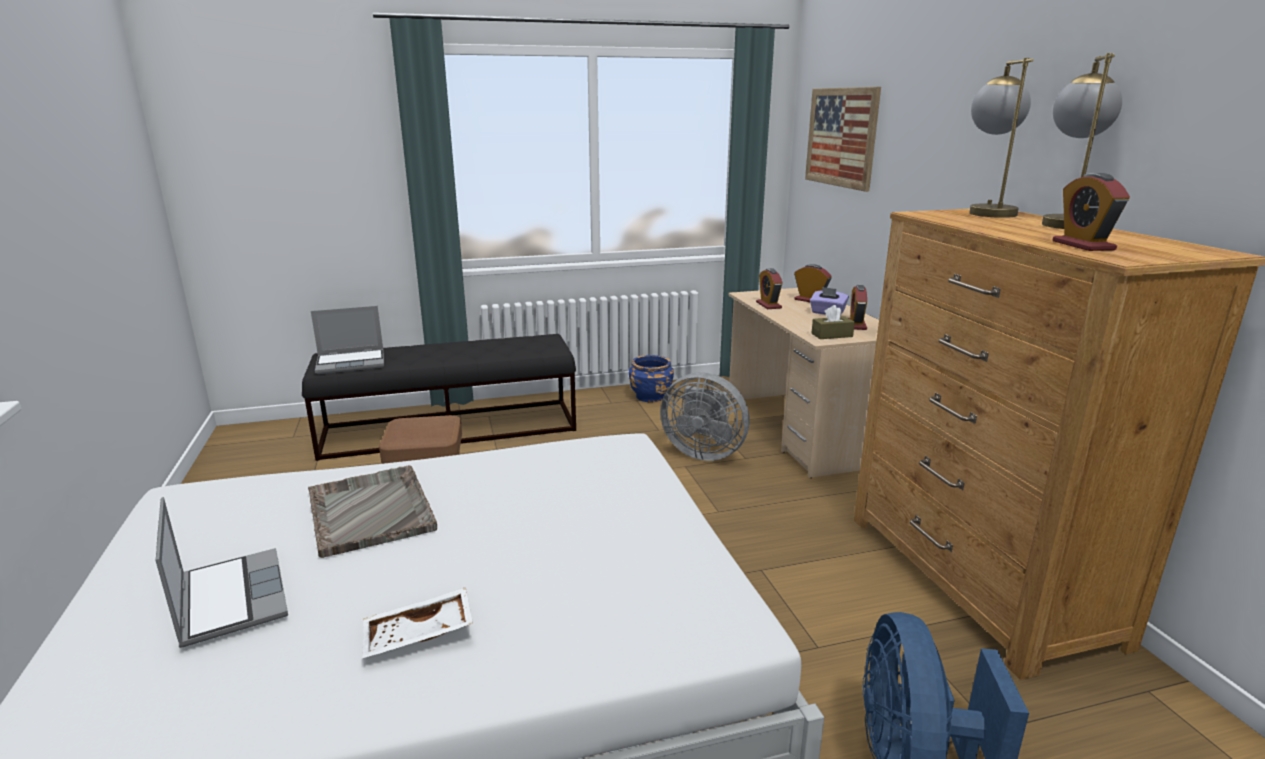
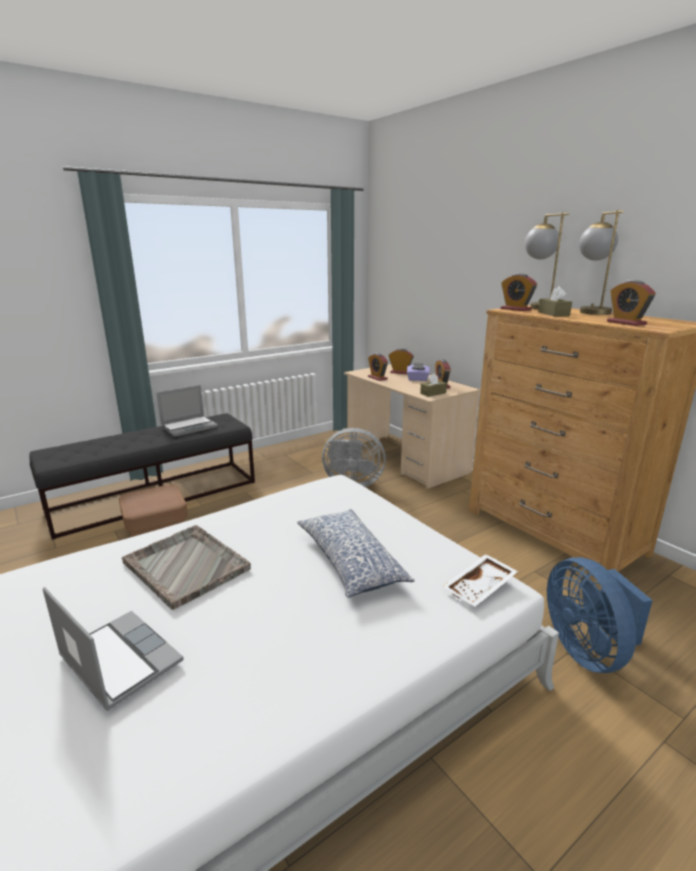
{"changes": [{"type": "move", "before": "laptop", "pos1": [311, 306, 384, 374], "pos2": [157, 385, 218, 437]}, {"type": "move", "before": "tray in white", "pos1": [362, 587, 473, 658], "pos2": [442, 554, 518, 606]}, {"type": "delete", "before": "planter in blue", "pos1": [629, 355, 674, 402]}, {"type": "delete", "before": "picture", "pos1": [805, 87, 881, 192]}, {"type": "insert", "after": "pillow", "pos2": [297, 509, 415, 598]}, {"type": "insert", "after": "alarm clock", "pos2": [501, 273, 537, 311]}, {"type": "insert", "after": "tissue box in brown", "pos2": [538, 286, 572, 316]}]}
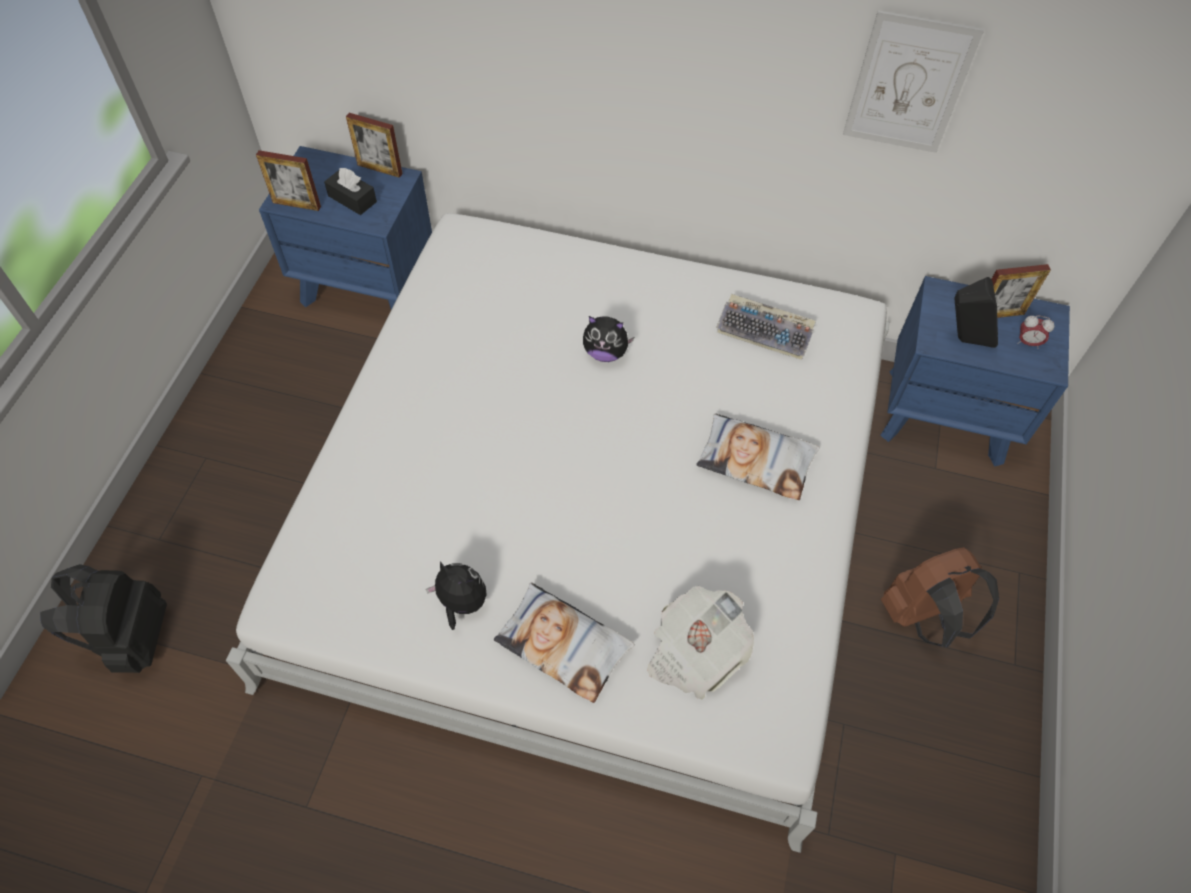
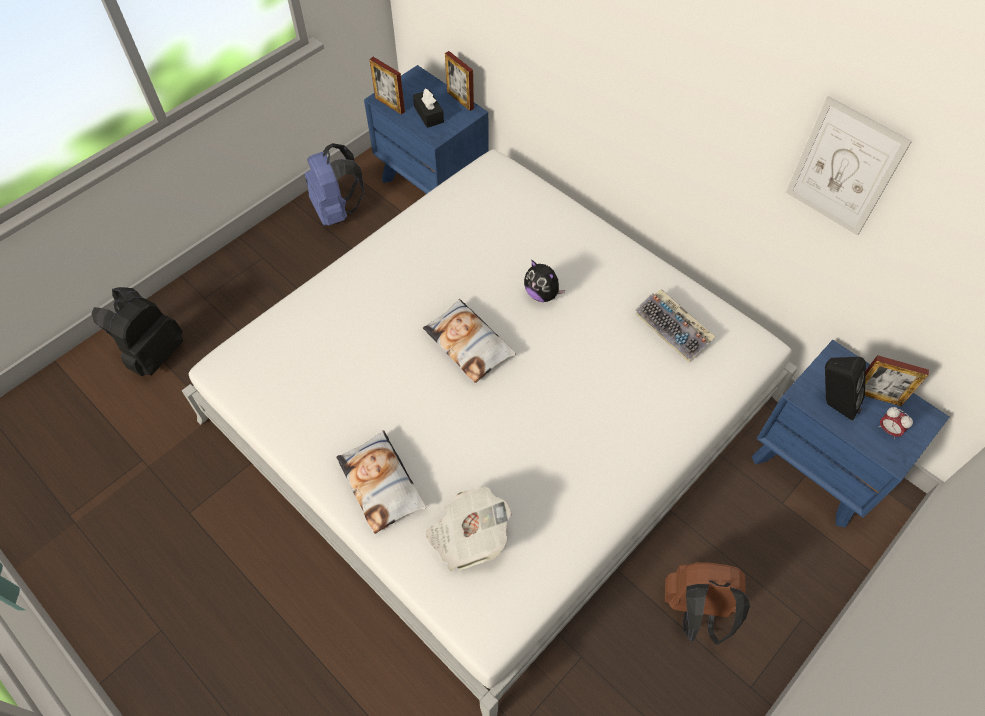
{"changes": [{"type": "delete", "before": "plush toy", "pos1": [426, 561, 487, 630]}, {"type": "move", "before": "pillow", "pos1": [696, 413, 820, 500], "pos2": [423, 299, 516, 383]}, {"type": "insert", "after": "backpack in blue", "pos2": [305, 143, 364, 226]}]}
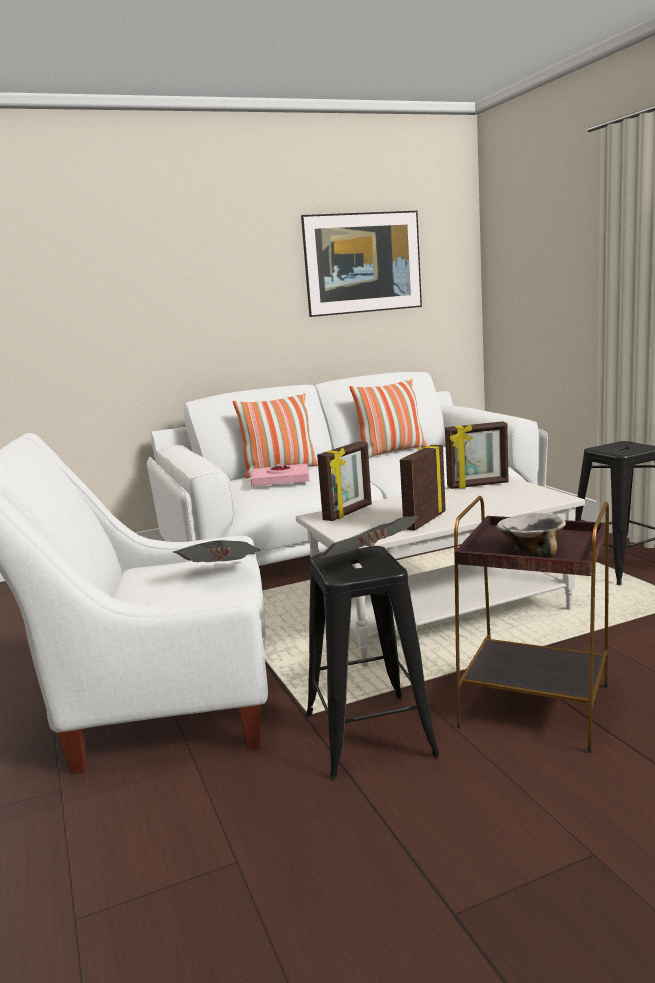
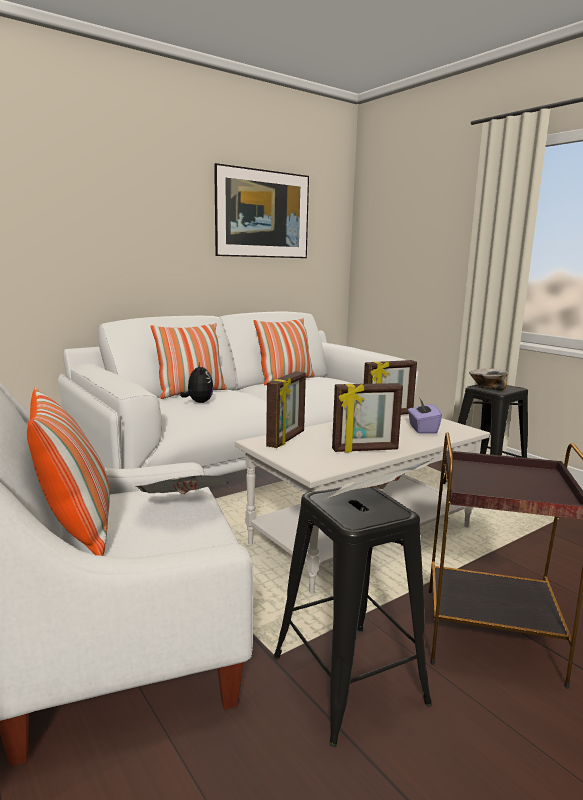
{"changes": [{"type": "replace", "before": "book in pink", "after": "plush toy", "pos1": [251, 464, 310, 486], "pos2": [180, 363, 213, 403]}, {"type": "rotate", "before": "picture frame", "pos1": [400, 445, 446, 531], "pos2": [332, 383, 403, 453], "turn": -120}, {"type": "move", "before": "bowl", "pos1": [496, 513, 566, 558], "pos2": [469, 368, 509, 391]}, {"type": "insert", "after": "pillow", "pos2": [27, 387, 110, 556]}, {"type": "insert", "after": "tissue box in purple", "pos2": [408, 397, 442, 434]}]}
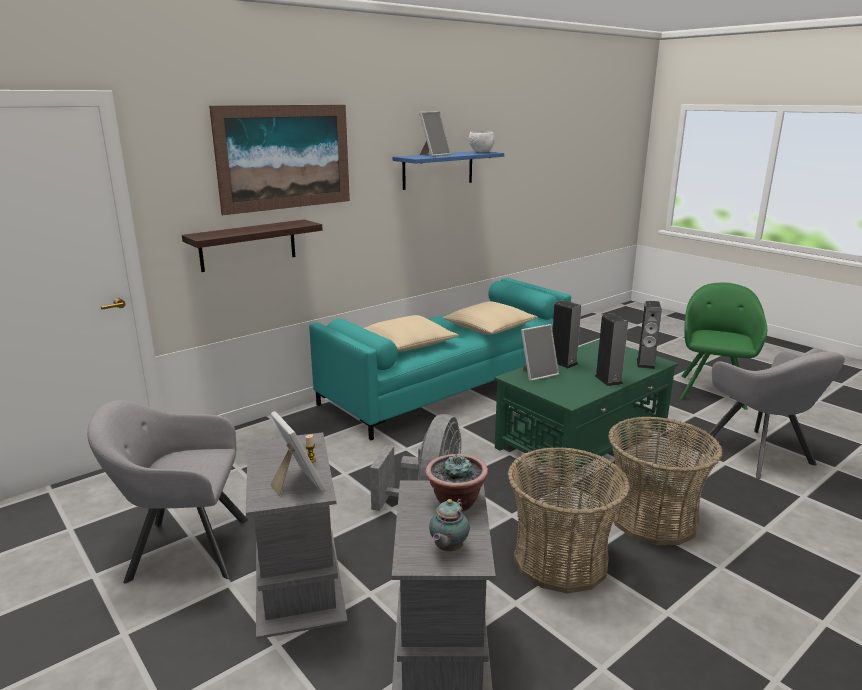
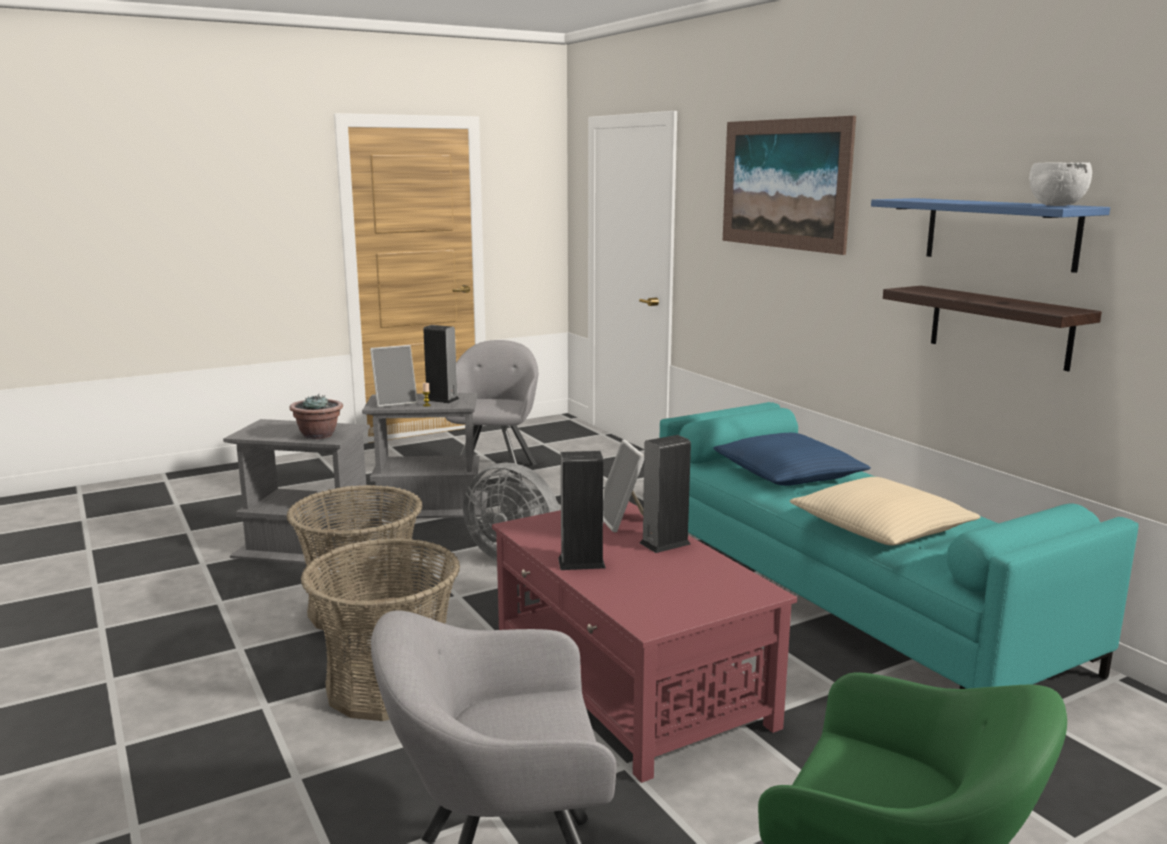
{"changes": [{"type": "move", "before": "shelf", "pos1": [182, 220, 323, 272], "pos2": [883, 286, 1102, 371]}, {"type": "recolor", "before": "pillow in beige", "after": "pillow in blue", "pos1": [364, 315, 459, 352], "pos2": [713, 433, 871, 486]}, {"type": "delete", "before": "picture frame", "pos1": [419, 111, 451, 157]}, {"type": "delete", "before": "teapot", "pos1": [429, 498, 470, 551]}, {"type": "recolor", "before": "coffee table in green", "after": "coffee table in red", "pos1": [495, 339, 678, 486], "pos2": [492, 502, 797, 783]}, {"type": "move", "before": "speaker", "pos1": [637, 301, 662, 369], "pos2": [423, 325, 459, 403]}]}
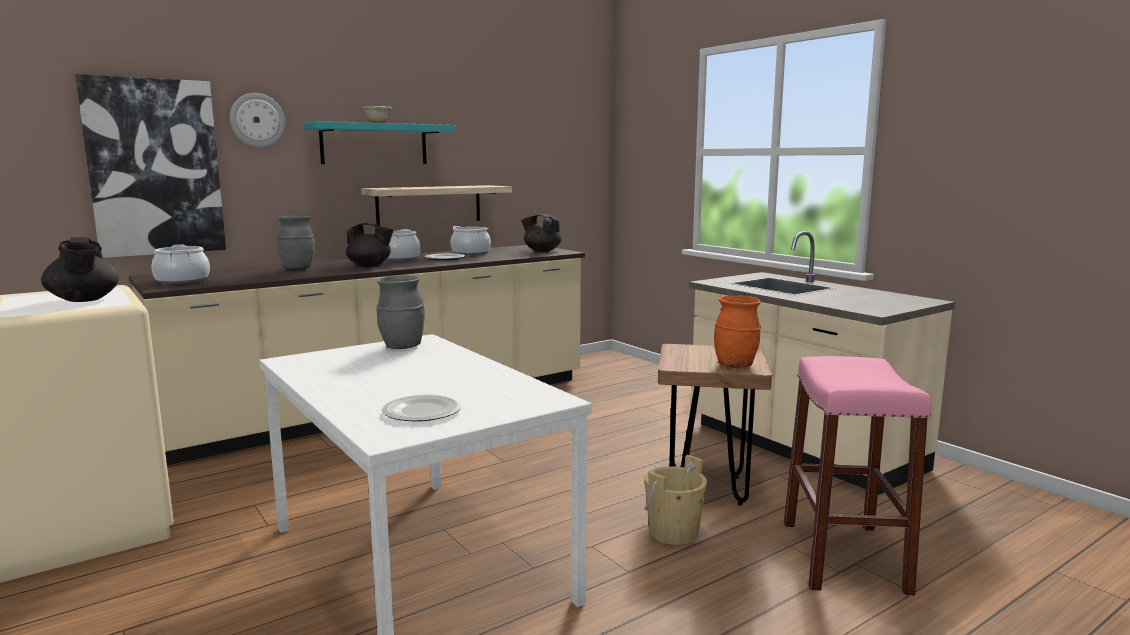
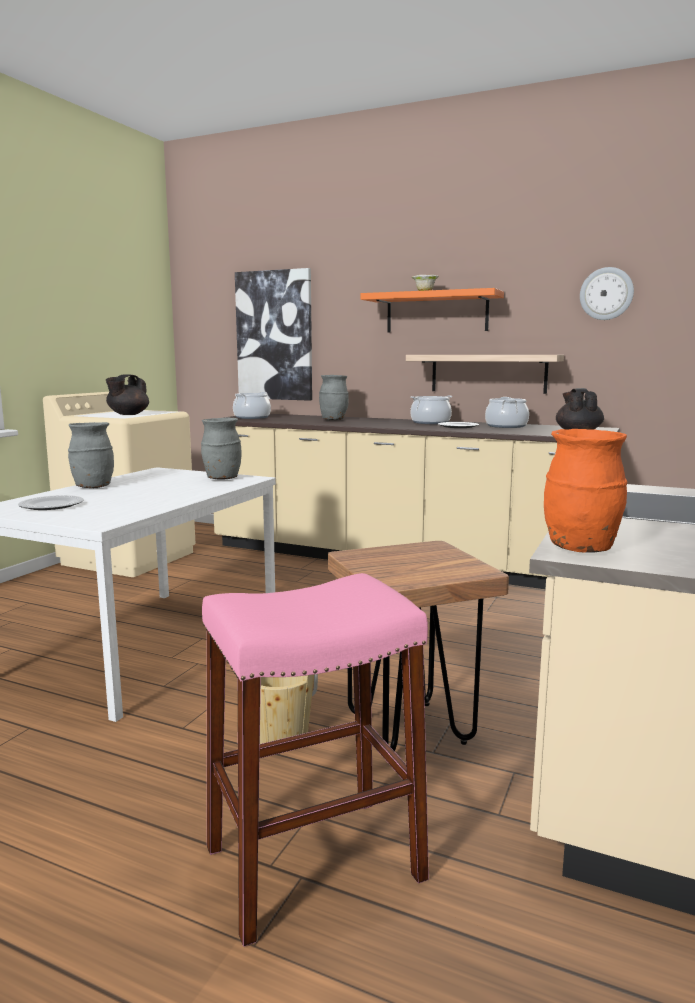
{"changes": [{"type": "move", "before": "wall clock", "pos1": [230, 93, 285, 147], "pos2": [580, 267, 634, 320]}, {"type": "recolor", "before": "shelf in turquoise", "after": "shelf in orange", "pos1": [303, 121, 456, 164], "pos2": [361, 288, 504, 332]}, {"type": "delete", "before": "teapot in black", "pos1": [346, 223, 394, 267]}, {"type": "move", "before": "vase in orange", "pos1": [714, 296, 761, 368], "pos2": [544, 429, 627, 553]}, {"type": "insert", "after": "vase in grey", "pos2": [68, 422, 114, 488]}]}
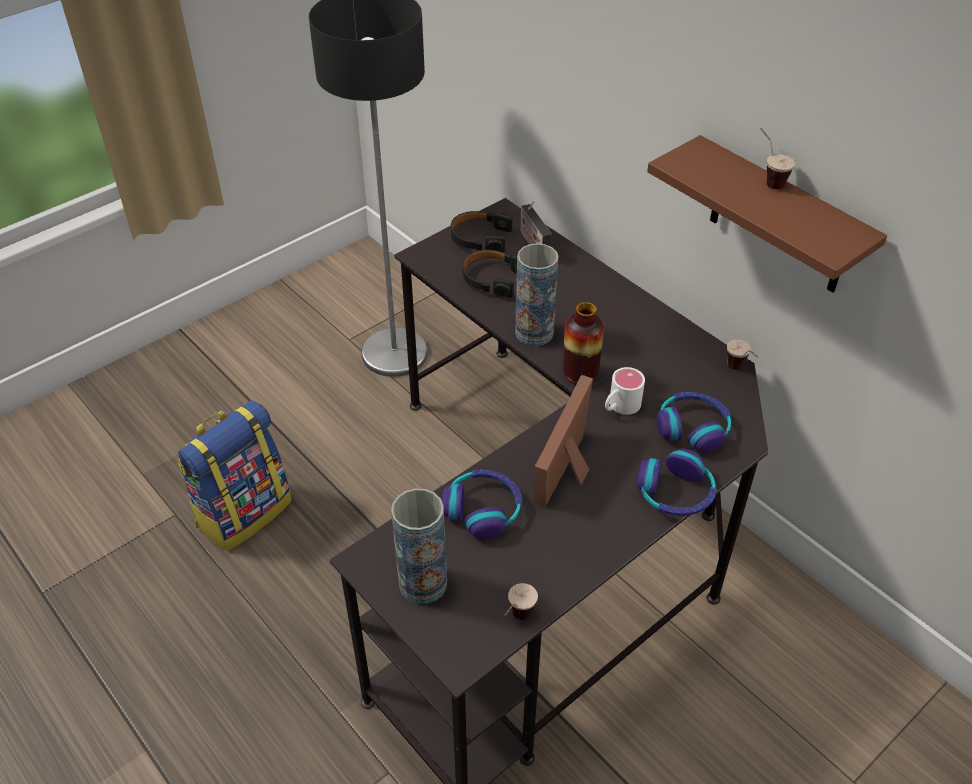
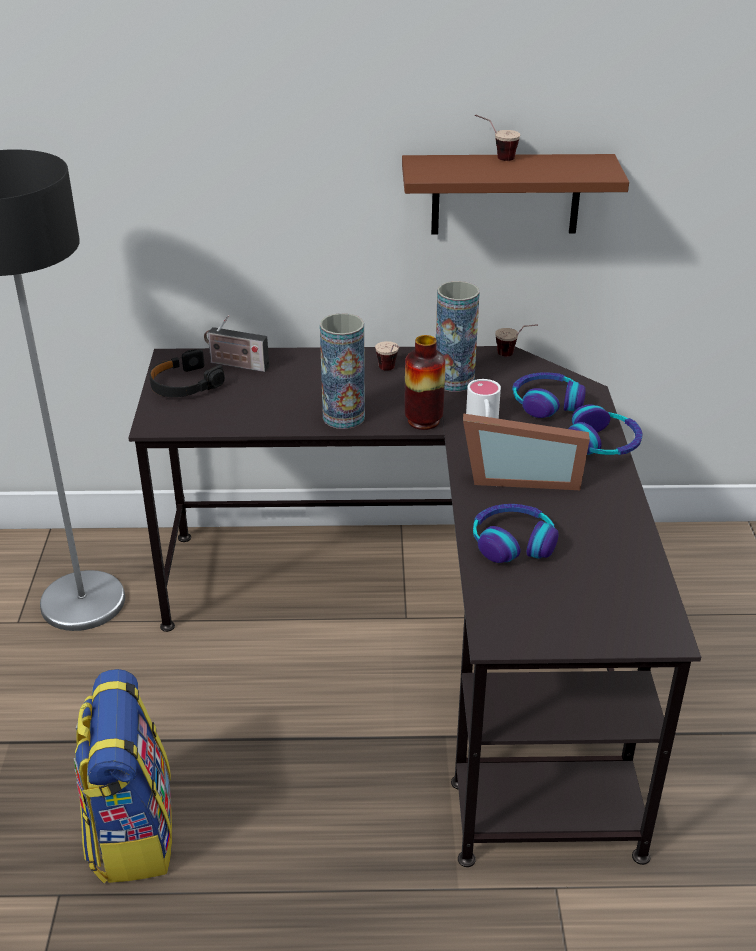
{"changes": [{"type": "move", "before": "vase", "pos1": [391, 488, 447, 604], "pos2": [436, 281, 480, 392]}, {"type": "delete", "before": "headphones in black", "pos1": [463, 250, 517, 298]}, {"type": "move", "before": "cup", "pos1": [505, 583, 538, 620], "pos2": [375, 341, 400, 371]}, {"type": "rotate", "before": "picture frame", "pos1": [534, 375, 593, 507], "pos2": [463, 413, 590, 490], "turn": -60}]}
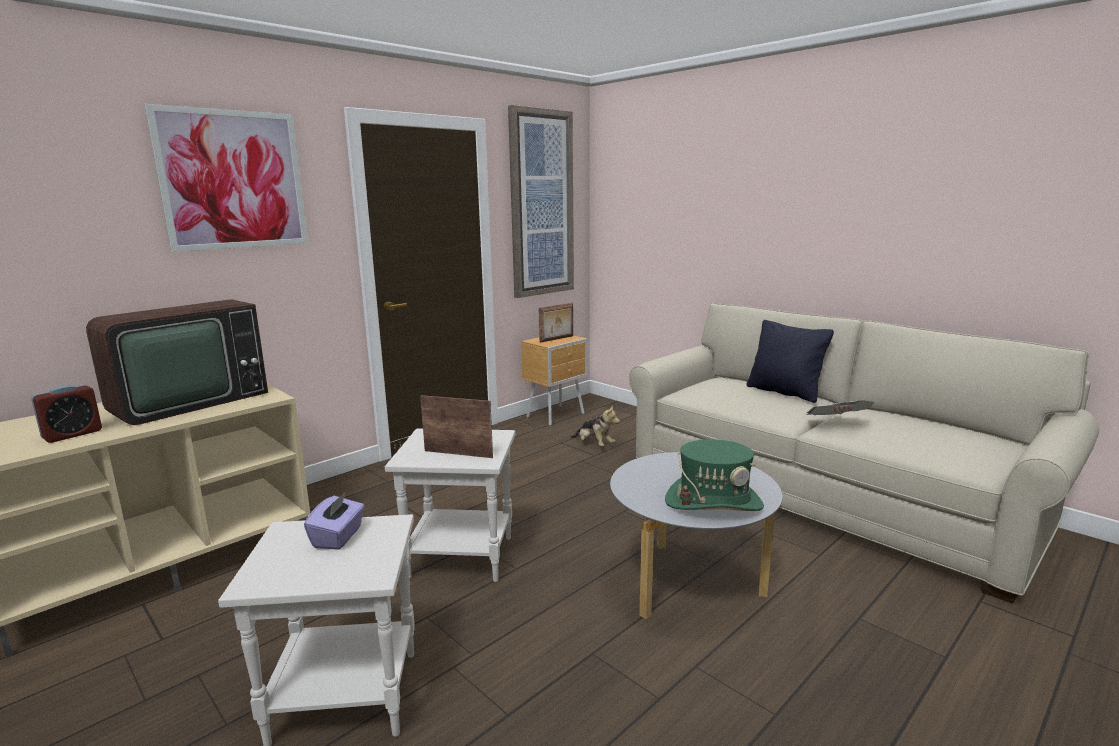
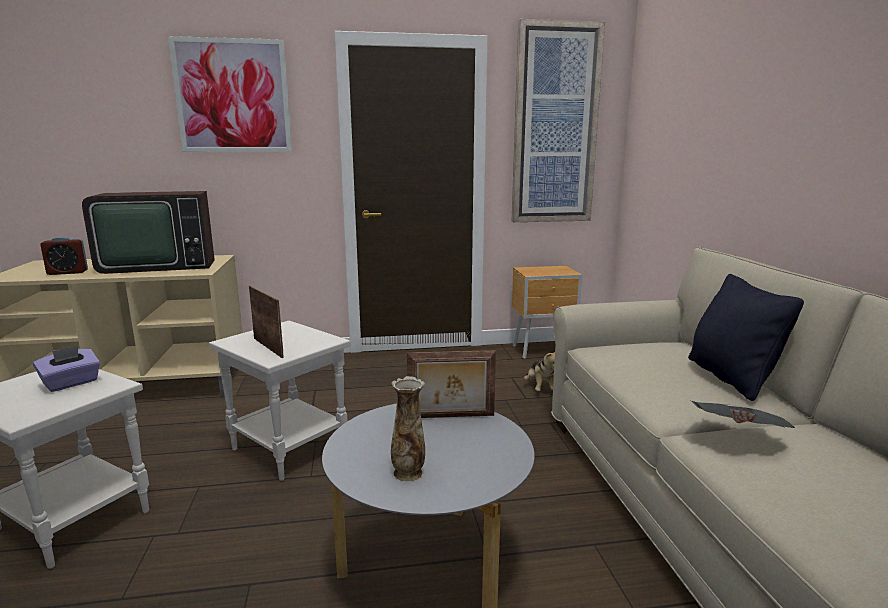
{"changes": [{"type": "move", "before": "picture frame", "pos1": [539, 303, 573, 343], "pos2": [407, 350, 496, 418]}, {"type": "replace", "before": "hat in green", "after": "vase", "pos1": [665, 439, 764, 511], "pos2": [391, 376, 425, 481]}]}
